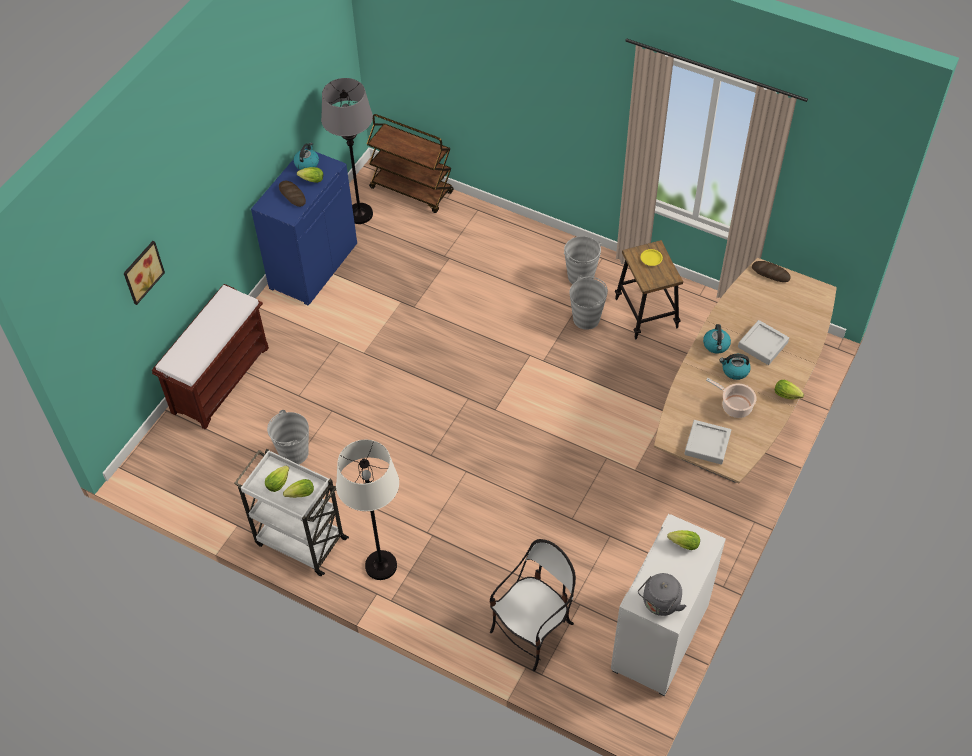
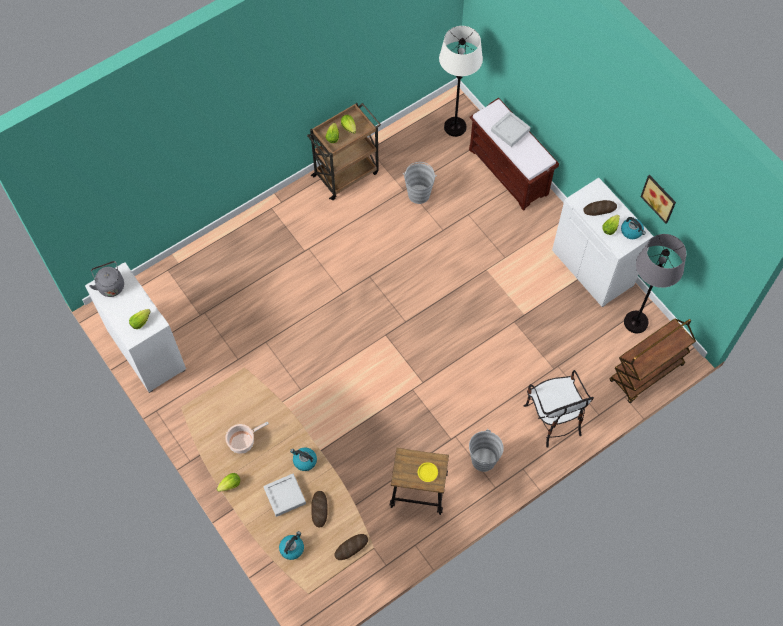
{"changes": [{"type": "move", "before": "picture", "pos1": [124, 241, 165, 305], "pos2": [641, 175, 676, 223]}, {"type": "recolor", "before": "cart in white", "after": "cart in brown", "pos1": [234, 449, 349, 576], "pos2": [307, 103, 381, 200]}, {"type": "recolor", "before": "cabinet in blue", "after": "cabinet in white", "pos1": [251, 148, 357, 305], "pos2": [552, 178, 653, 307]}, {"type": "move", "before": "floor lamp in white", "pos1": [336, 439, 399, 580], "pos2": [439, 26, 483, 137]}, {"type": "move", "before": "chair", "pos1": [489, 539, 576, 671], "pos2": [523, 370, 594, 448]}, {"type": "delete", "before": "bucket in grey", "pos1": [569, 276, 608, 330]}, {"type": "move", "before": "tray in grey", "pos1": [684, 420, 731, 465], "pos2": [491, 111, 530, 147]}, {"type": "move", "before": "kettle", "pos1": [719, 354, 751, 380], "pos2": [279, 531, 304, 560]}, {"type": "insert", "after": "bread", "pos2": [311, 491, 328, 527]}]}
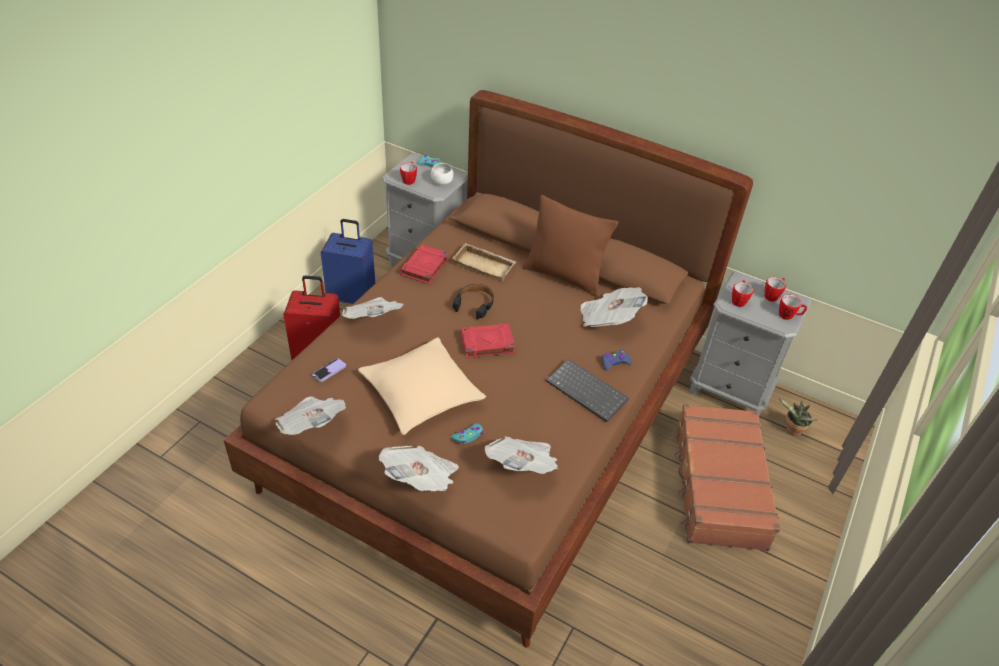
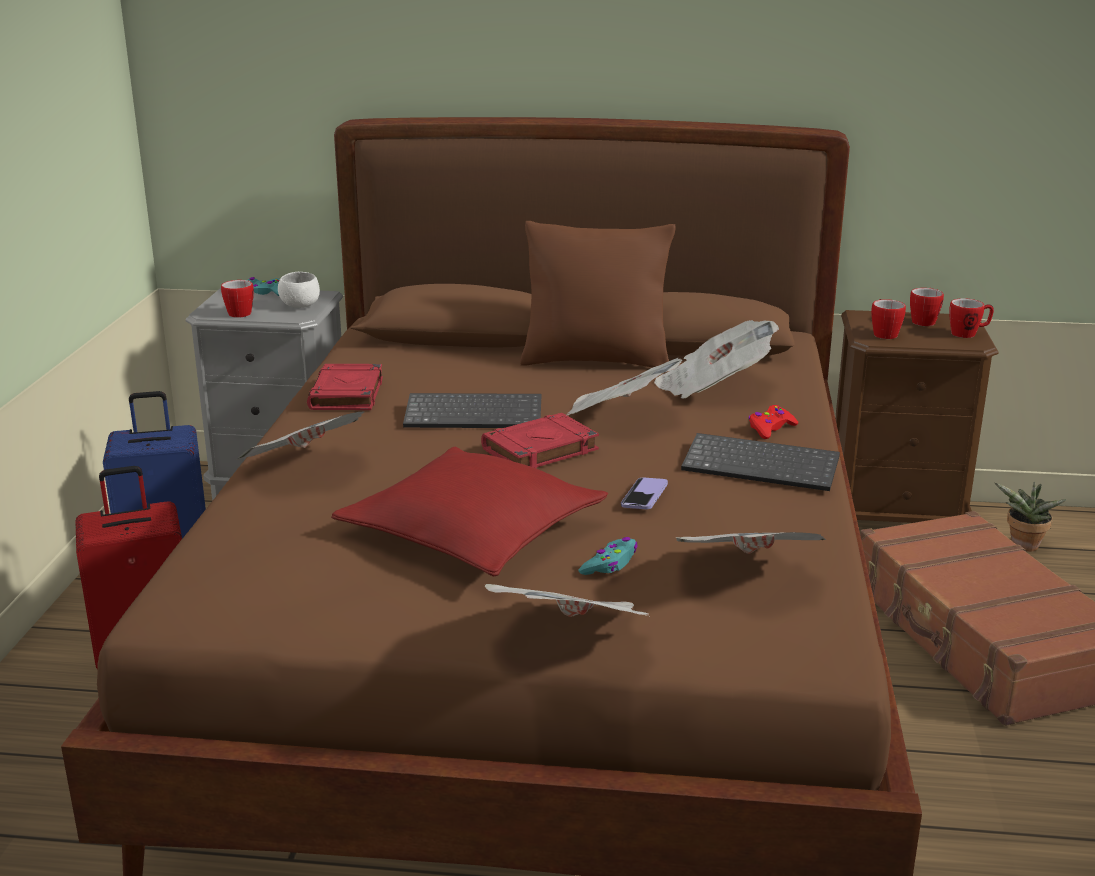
{"changes": [{"type": "move", "before": "newspaper", "pos1": [275, 397, 346, 435], "pos2": [567, 358, 682, 415]}, {"type": "move", "before": "phone", "pos1": [312, 358, 346, 382], "pos2": [621, 477, 668, 509]}, {"type": "recolor", "before": "pillow in beige", "after": "pillow in red", "pos1": [358, 337, 486, 435], "pos2": [331, 447, 608, 577]}, {"type": "delete", "before": "tray in beige", "pos1": [452, 243, 516, 282]}, {"type": "replace", "before": "headphones in black", "after": "keyboard", "pos1": [453, 284, 494, 319], "pos2": [403, 393, 541, 428]}, {"type": "recolor", "before": "game controller in blue", "after": "game controller in red", "pos1": [602, 349, 632, 370], "pos2": [748, 405, 798, 439]}, {"type": "recolor", "before": "nightstand in grey", "after": "nightstand in brown", "pos1": [690, 271, 812, 417], "pos2": [835, 310, 998, 523]}]}
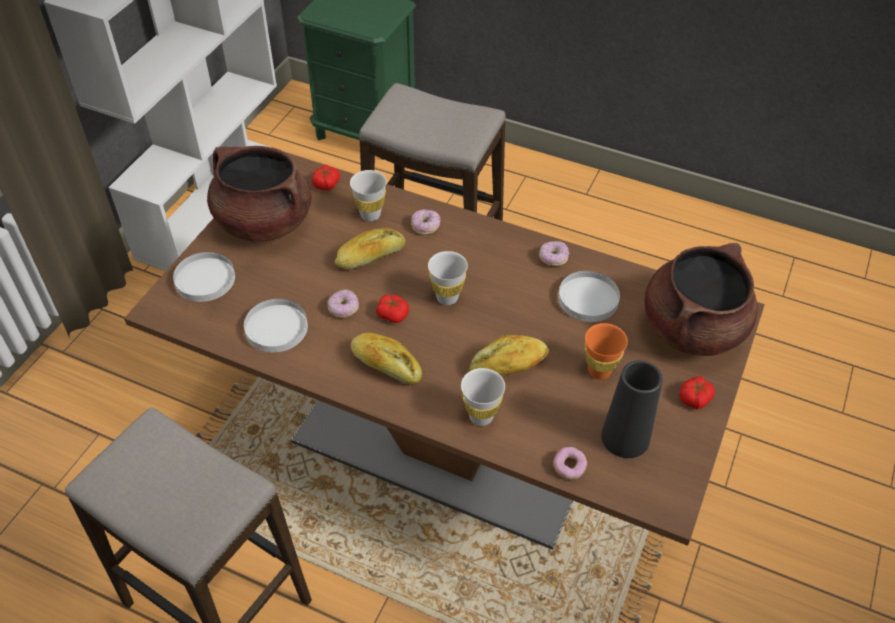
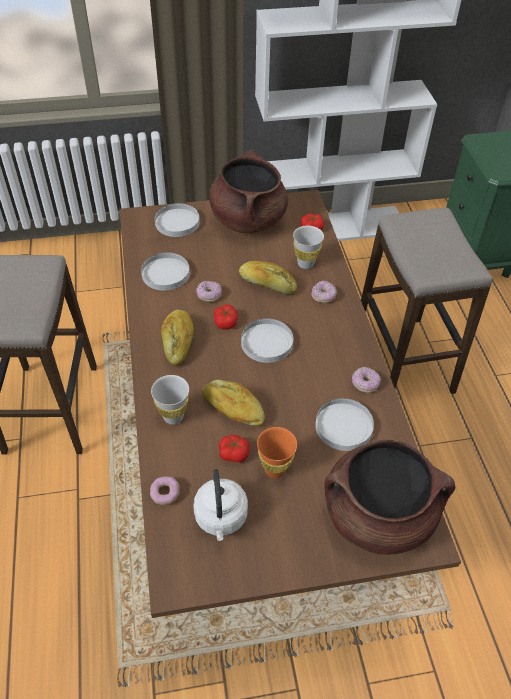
{"changes": [{"type": "replace", "before": "cup in white", "after": "plate in white", "pos1": [428, 251, 468, 305], "pos2": [241, 318, 293, 363]}, {"type": "replace", "before": "vase in black", "after": "kettle in white", "pos1": [601, 361, 663, 458], "pos2": [193, 469, 248, 541]}, {"type": "move", "before": "tomato", "pos1": [679, 376, 715, 409], "pos2": [219, 435, 250, 462]}]}
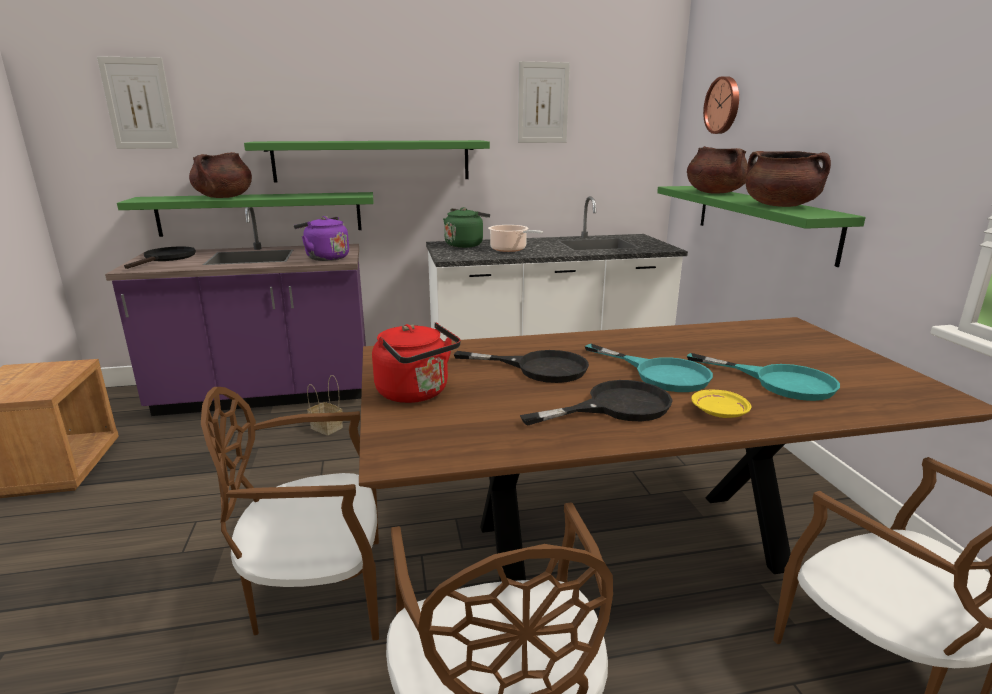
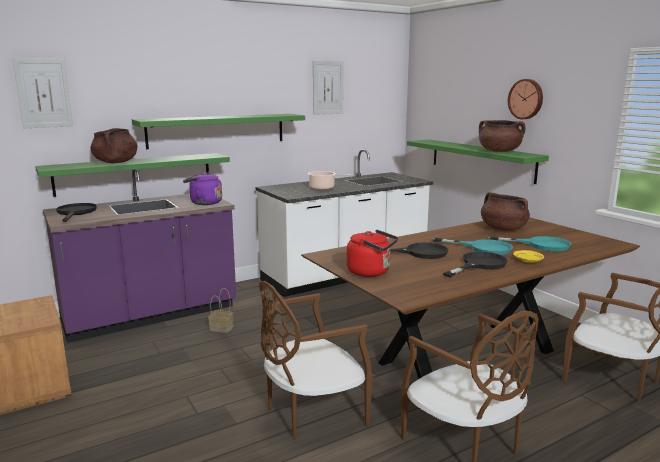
{"changes": [{"type": "delete", "before": "kettle in green", "pos1": [443, 207, 490, 248]}, {"type": "move", "before": "cooking pot in brown", "pos1": [687, 146, 748, 193], "pos2": [481, 192, 530, 231]}, {"type": "move", "before": "wall clock", "pos1": [703, 76, 739, 134], "pos2": [508, 79, 543, 119]}]}
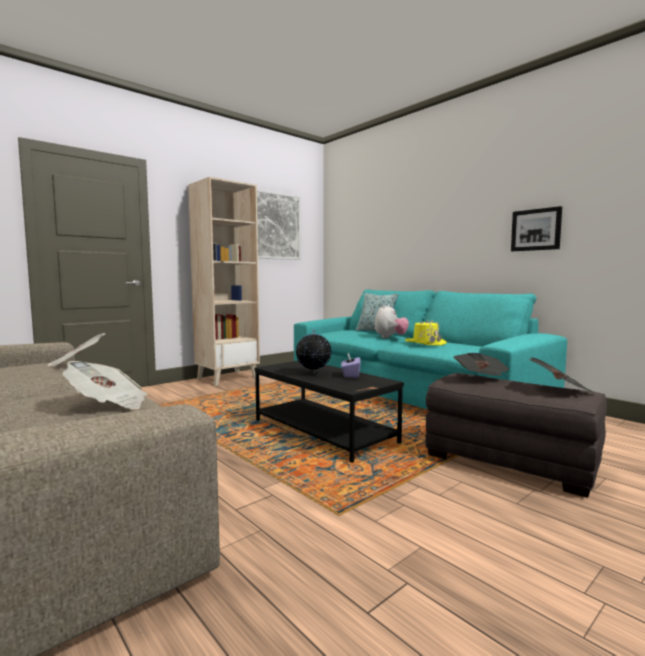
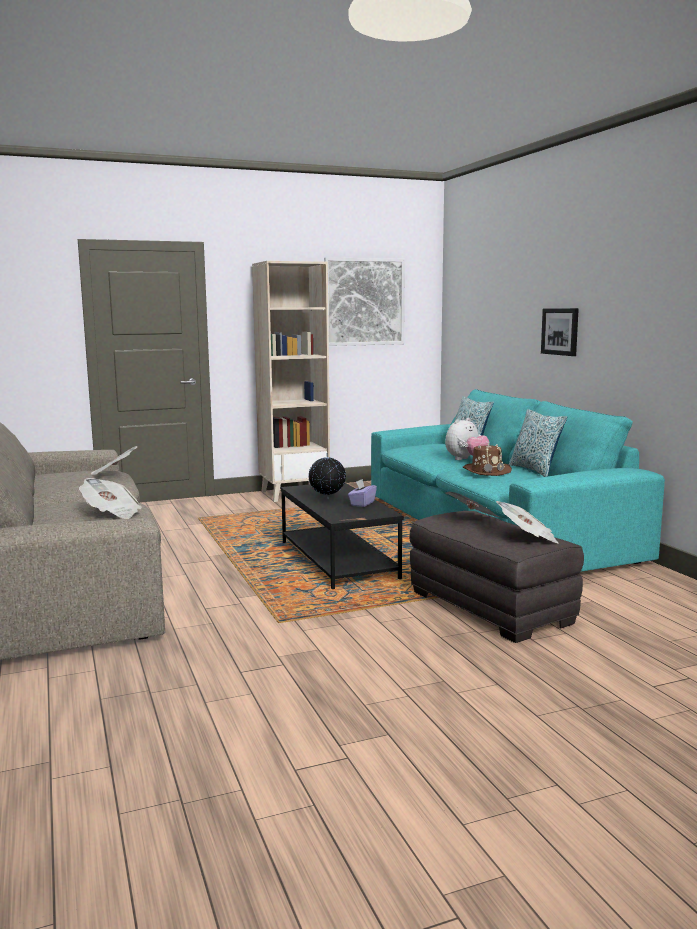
{"changes": [{"type": "recolor", "before": "hat in yellow", "after": "hat in brown", "pos1": [405, 319, 447, 345], "pos2": [463, 442, 512, 476]}, {"type": "move", "before": "picture", "pos1": [511, 206, 562, 251], "pos2": [541, 308, 579, 356]}, {"type": "insert", "after": "pillow", "pos2": [509, 409, 567, 477]}]}
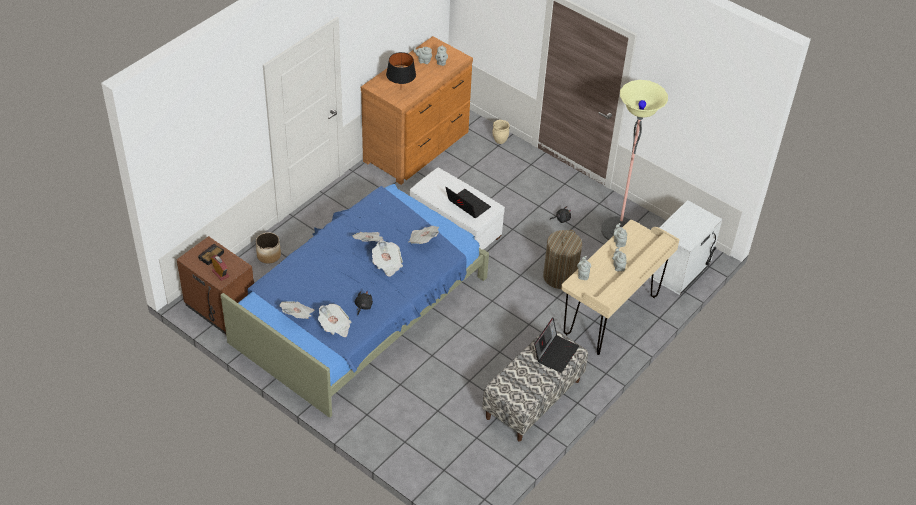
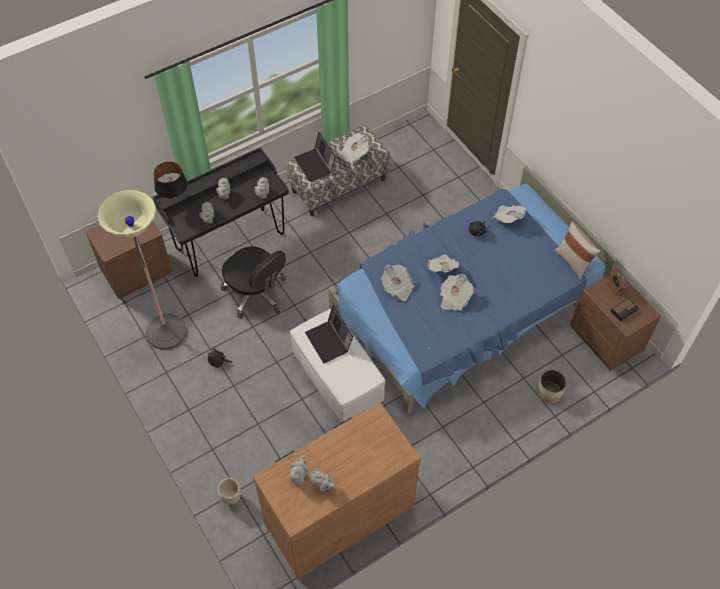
{"changes": [{"type": "move", "before": "newspaper", "pos1": [280, 301, 315, 319], "pos2": [338, 133, 369, 164]}, {"type": "move", "before": "table lamp in black", "pos1": [386, 52, 416, 84], "pos2": [154, 162, 188, 200]}, {"type": "rotate", "before": "laptop", "pos1": [534, 317, 579, 373], "pos2": [294, 132, 336, 182], "turn": -75}, {"type": "replace", "before": "laundry basket", "after": "office chair in black", "pos1": [543, 230, 582, 289], "pos2": [221, 246, 286, 319]}, {"type": "recolor", "before": "desk in beige", "after": "desk in black", "pos1": [561, 220, 680, 355], "pos2": [153, 147, 289, 277]}, {"type": "recolor", "before": "nightstand in white", "after": "nightstand in brown", "pos1": [650, 200, 722, 295], "pos2": [86, 220, 173, 299]}, {"type": "insert", "after": "pillow in beige", "pos2": [554, 221, 601, 280]}]}
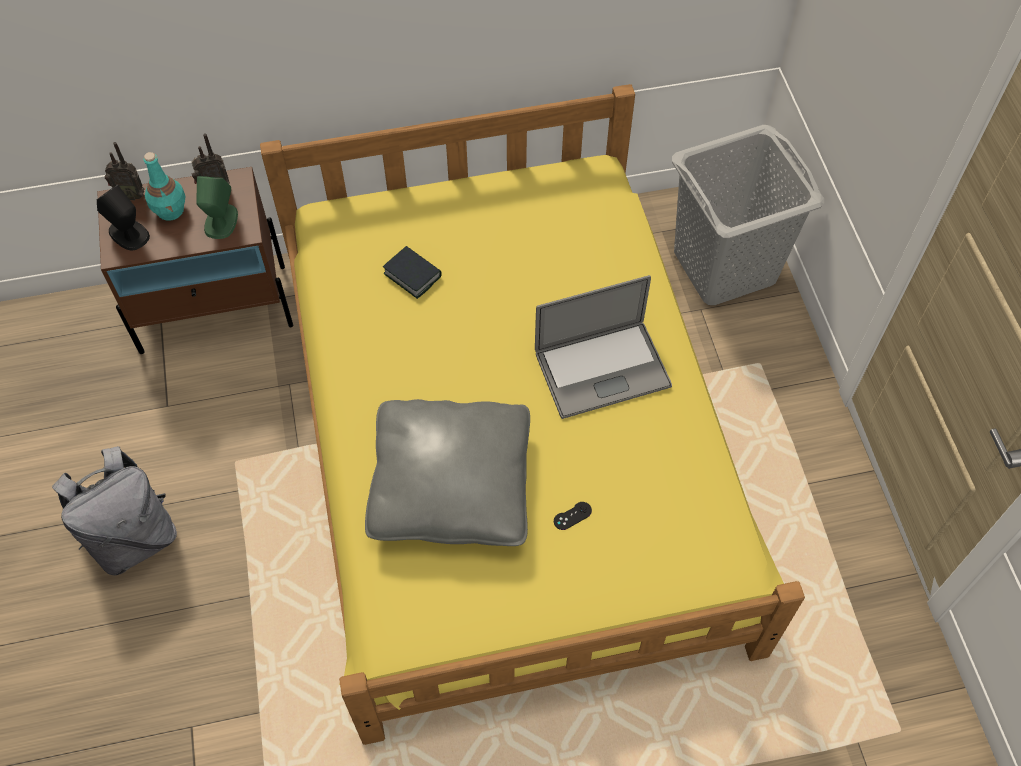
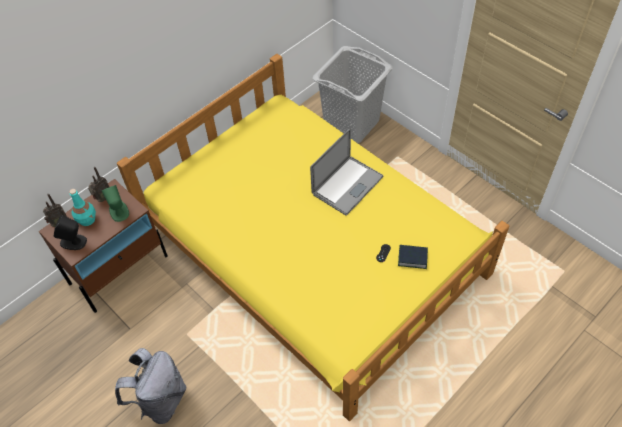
{"changes": [{"type": "delete", "before": "pillow in grey", "pos1": [365, 399, 530, 546]}, {"type": "move", "before": "book", "pos1": [383, 246, 442, 299], "pos2": [398, 245, 428, 269]}]}
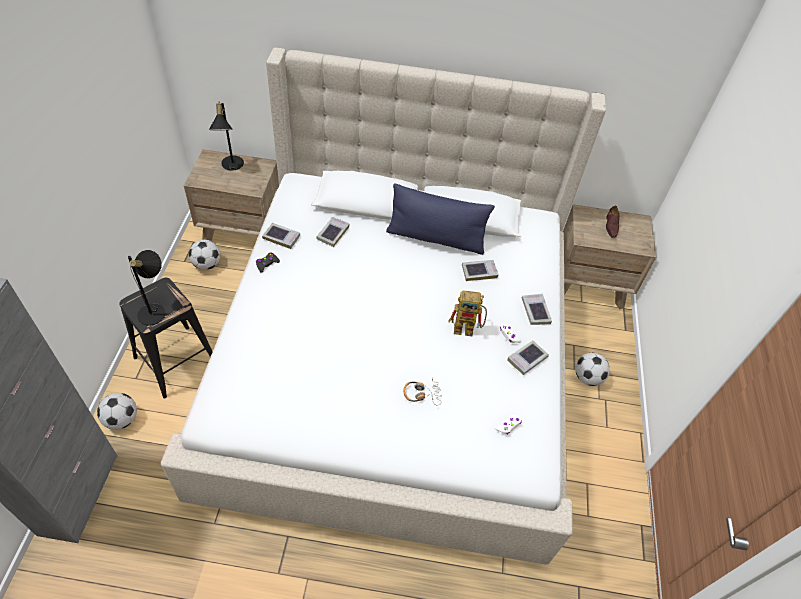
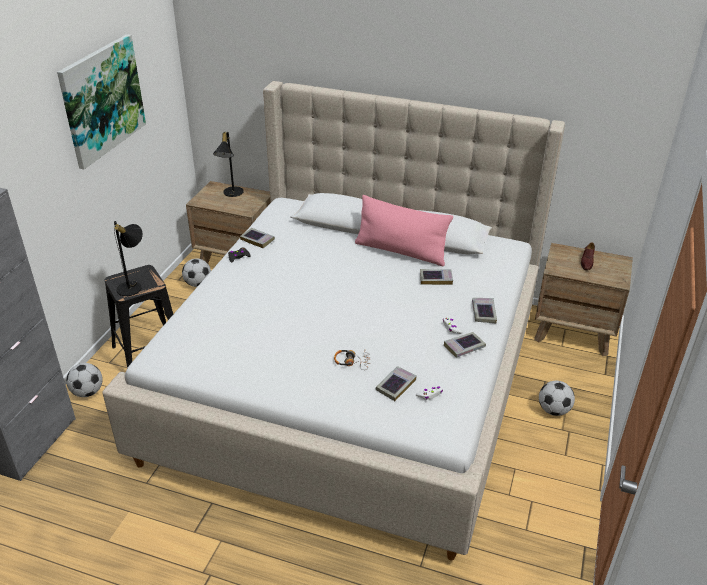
{"changes": [{"type": "move", "before": "book", "pos1": [316, 217, 350, 247], "pos2": [375, 366, 417, 401]}, {"type": "recolor", "before": "pillow in blue", "after": "pillow in pink", "pos1": [386, 183, 495, 255], "pos2": [355, 195, 453, 266]}, {"type": "delete", "before": "toy robot", "pos1": [449, 290, 487, 336]}, {"type": "insert", "after": "picture", "pos2": [57, 34, 146, 169]}]}
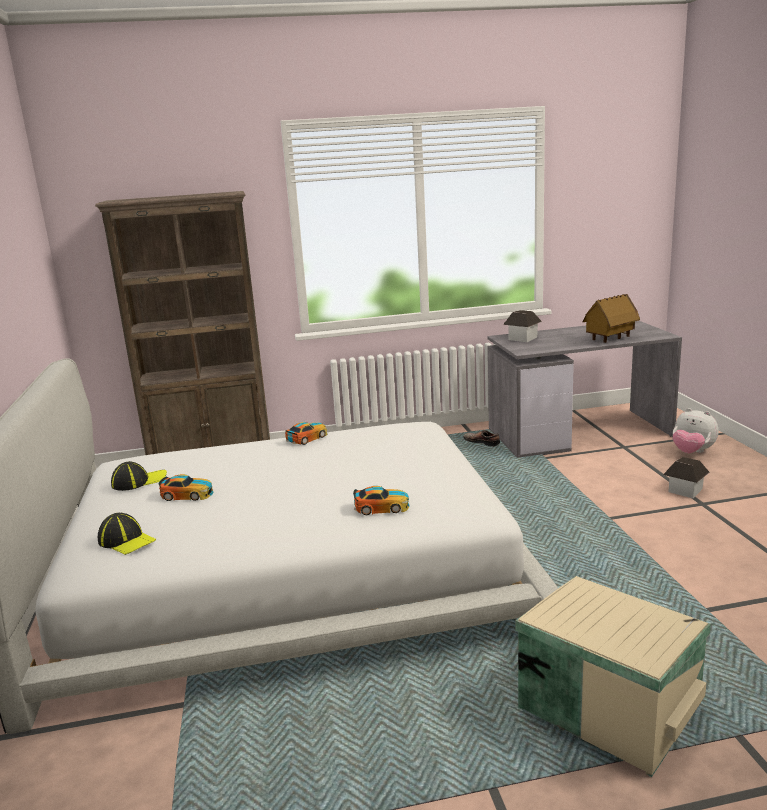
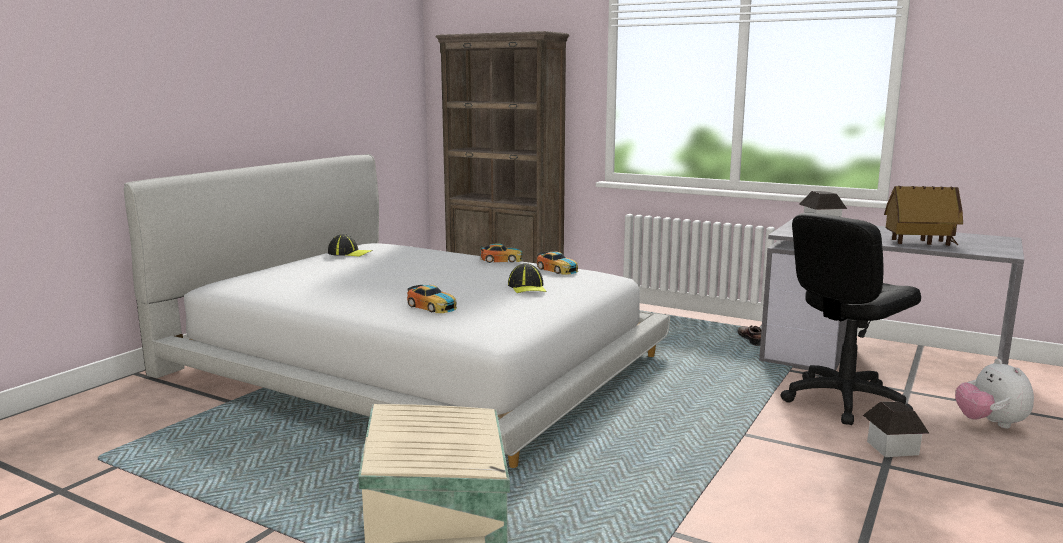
{"changes": [{"type": "move", "before": "cap", "pos1": [98, 513, 156, 555], "pos2": [508, 263, 547, 293]}, {"type": "move", "before": "toy car", "pos1": [159, 474, 213, 501], "pos2": [537, 252, 578, 275]}, {"type": "insert", "after": "office chair in black", "pos2": [781, 213, 921, 425]}]}
